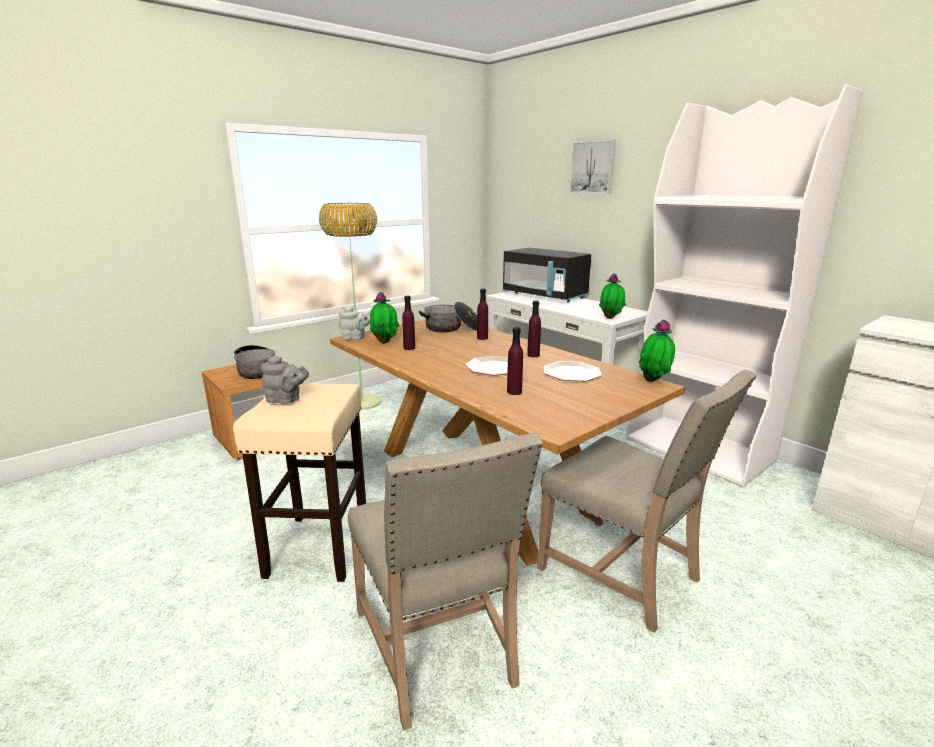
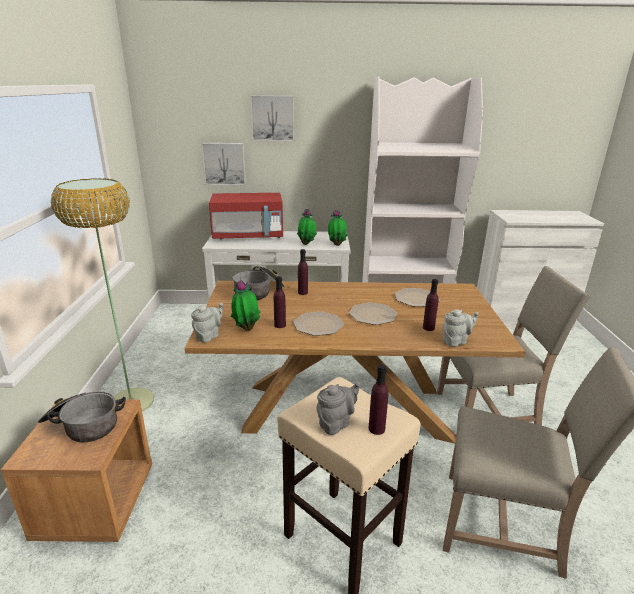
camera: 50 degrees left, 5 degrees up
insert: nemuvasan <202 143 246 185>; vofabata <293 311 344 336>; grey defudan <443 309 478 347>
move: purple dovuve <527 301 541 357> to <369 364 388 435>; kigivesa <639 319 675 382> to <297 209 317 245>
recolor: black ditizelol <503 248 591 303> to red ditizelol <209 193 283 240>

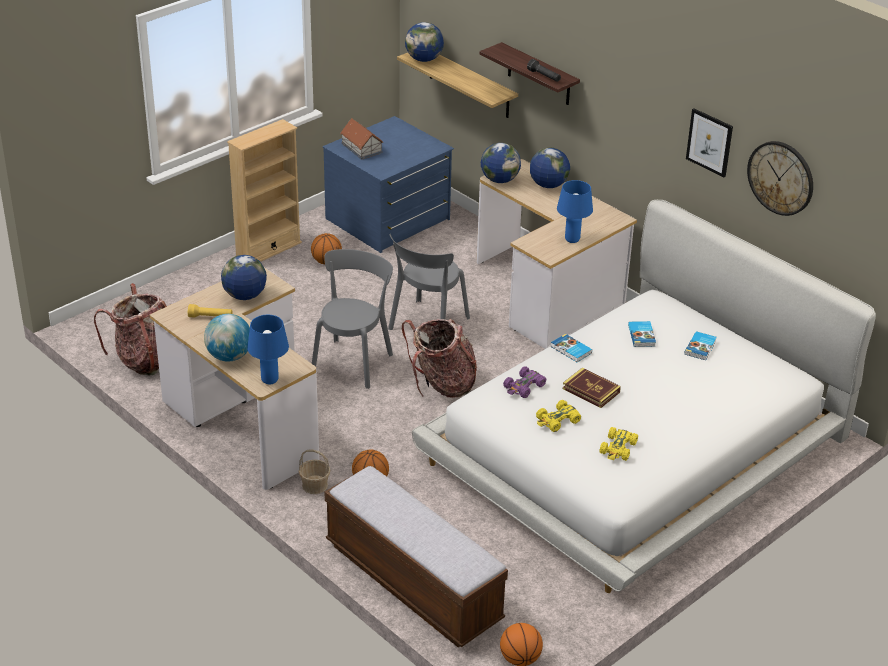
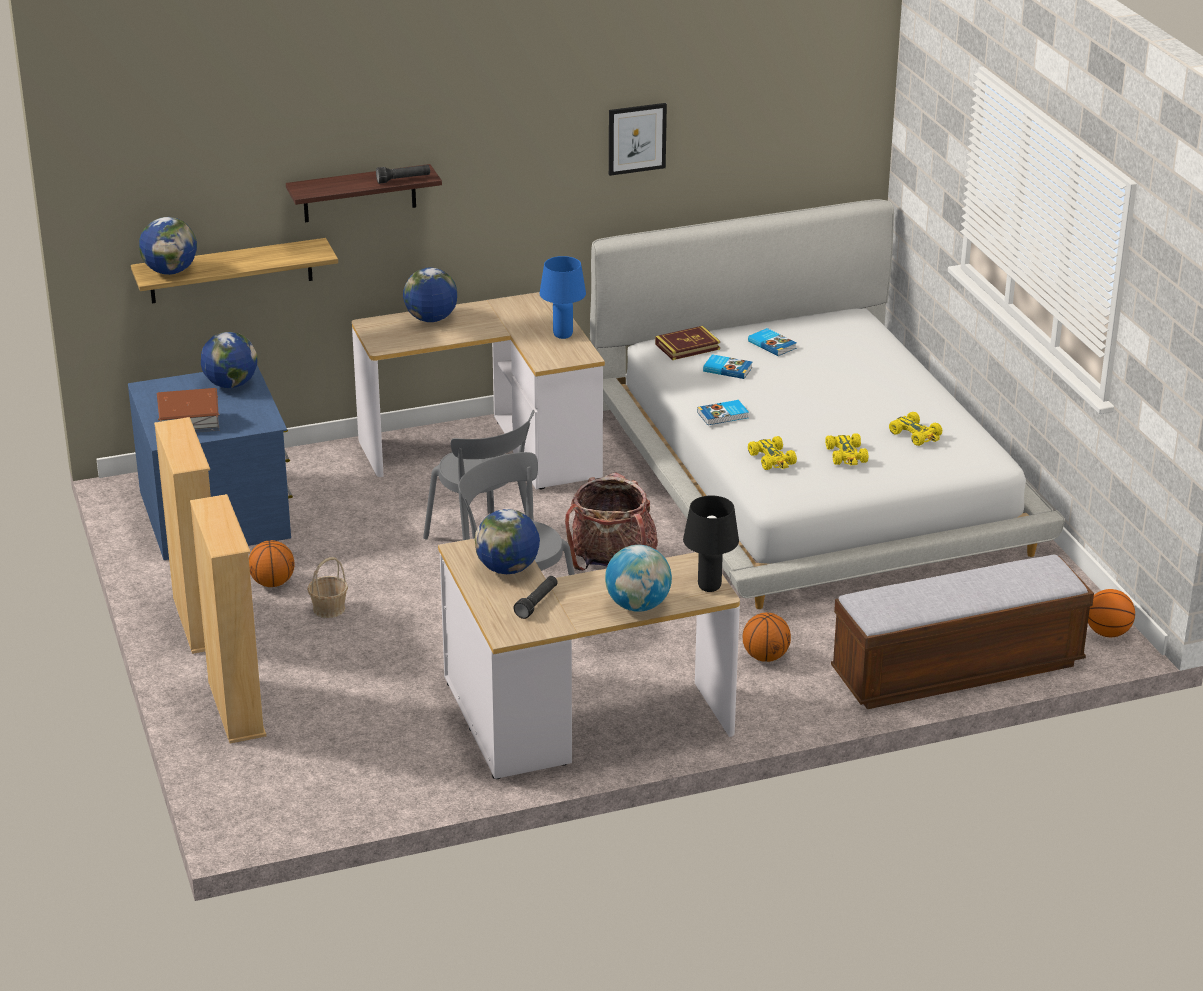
camera: 65 degrees left, 5 degrees down
delete: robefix <94 283 167 375>; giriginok <747 141 813 216>
insert: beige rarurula <190 494 266 743>
move: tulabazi <298 449 330 494> to <307 557 348 618>; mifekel <481 143 521 183> to <201 332 258 388>; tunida <563 367 621 408> to <655 326 720 360>
recolor: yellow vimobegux <188 304 232 317> to black vimobegux <513 576 558 619>; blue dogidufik <247 315 289 384> to black dogidufik <683 495 739 592>; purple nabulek <503 366 546 398> to yellow nabulek <748 436 797 470>

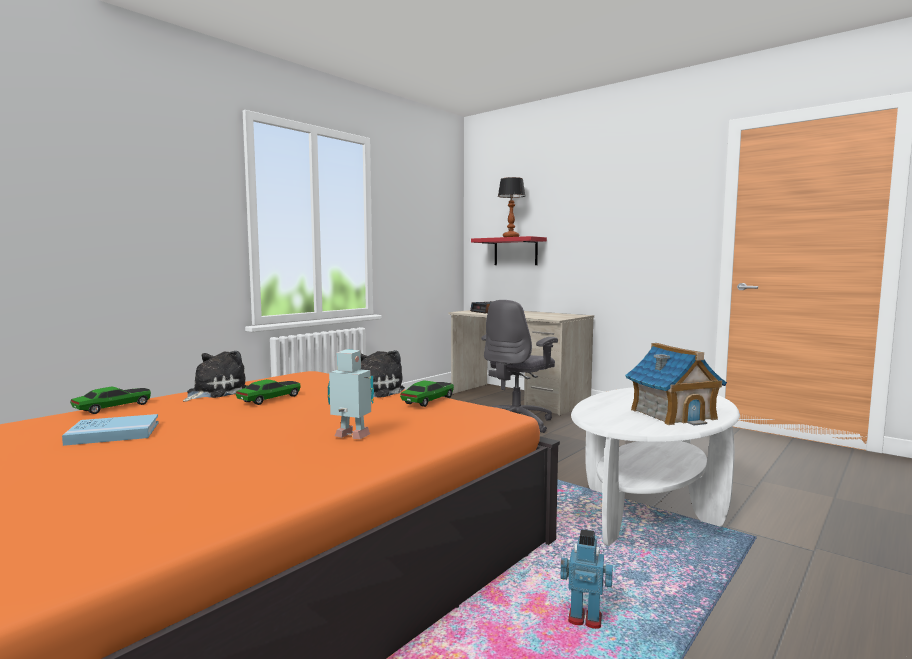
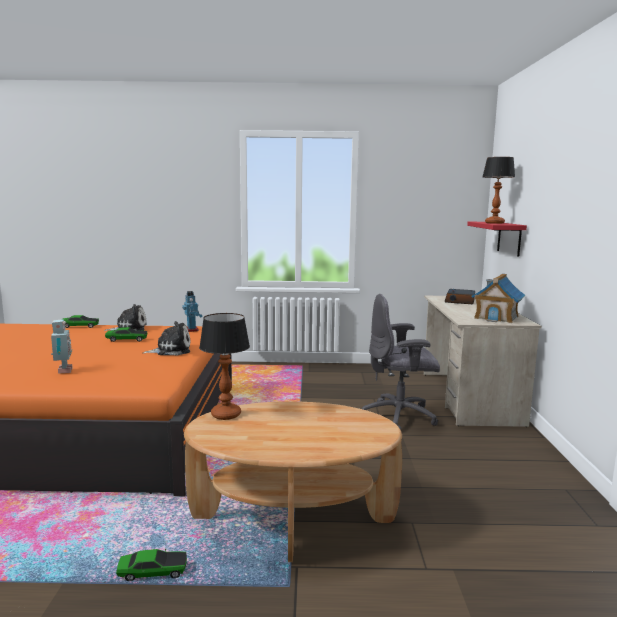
camera: 50 degrees right, 5 degrees up
delete: blue tunida <62 414 159 446>
insert: dogidufik <199 313 250 420>
move: nabulek <400 380 454 407> to <116 549 187 581>; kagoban <560 529 613 629> to <182 291 203 332>; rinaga <625 343 727 425> to <471 274 525 323>
recolor: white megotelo <571 387 740 546> to brown megotelo <184 401 402 562>

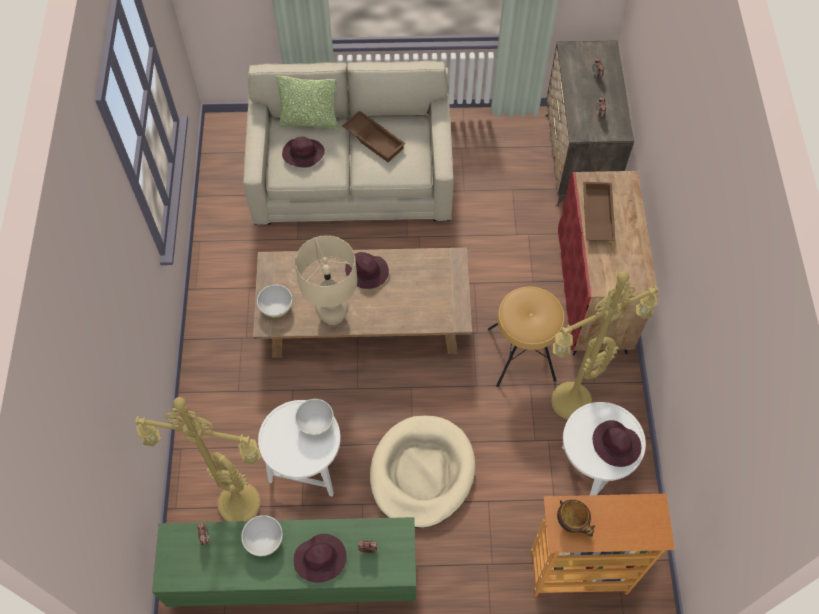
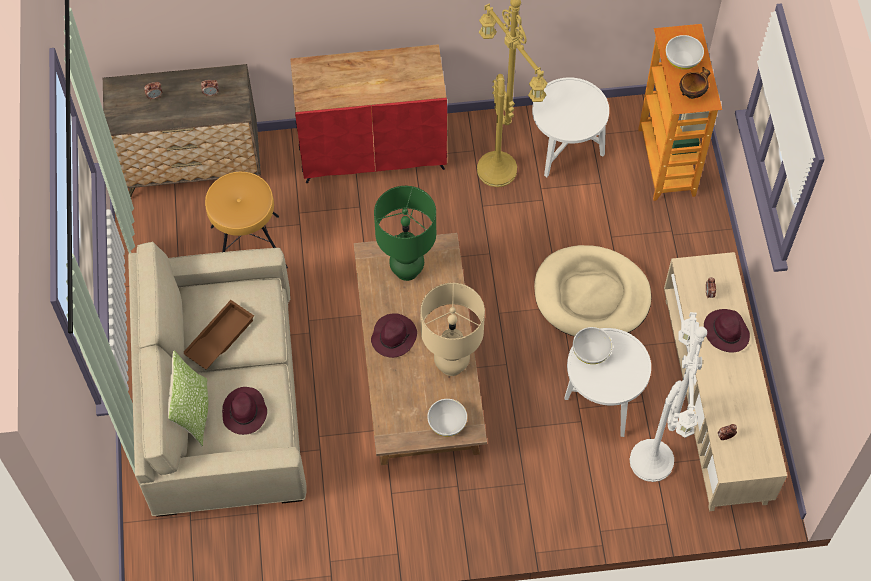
camera: 95 degrees left, 0 degrees up
delete: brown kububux <583 182 615 241>; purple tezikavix <593 420 641 467>
insert: green dogidufik <374 186 436 281>
move: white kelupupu <241 515 283 556> to <666 35 704 70>; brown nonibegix <488 287 564 387> to <205 172 288 268>
recolor: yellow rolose <135 397 261 522> to white rolose <629 312 707 482>; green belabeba <152 517 416 608> to beige belabeba <664 252 787 511>

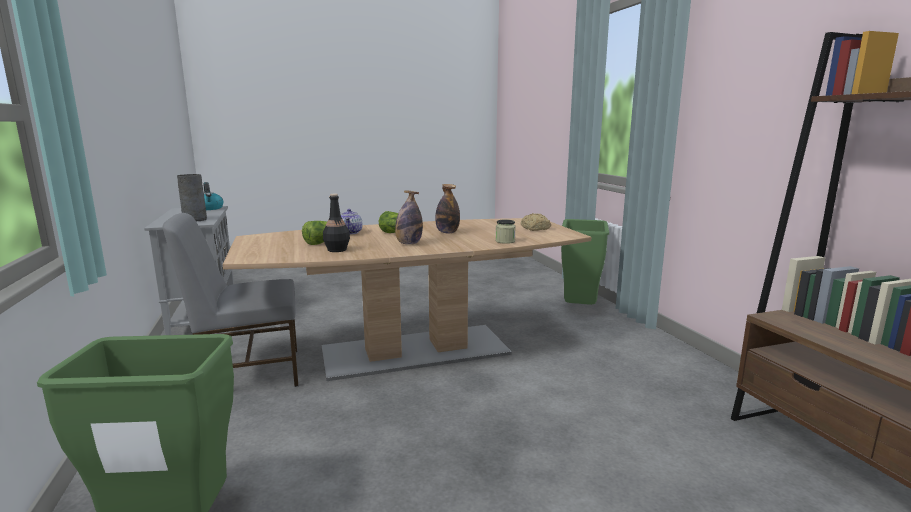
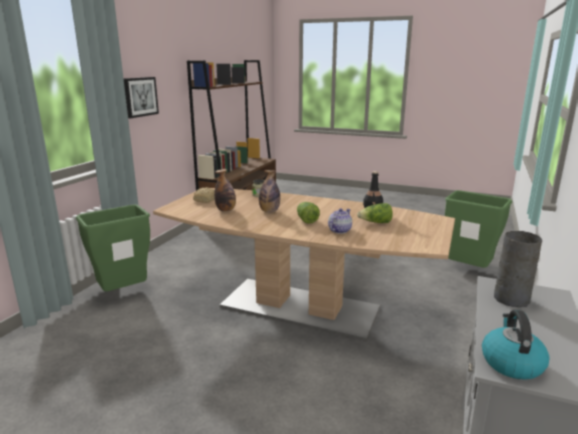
camera: 140 degrees left, 5 degrees up
delete: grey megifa <162 213 298 387>
insert: nemuvasan <124 77 159 118>
move: dovuve <395 190 423 245> to <214 169 236 211>

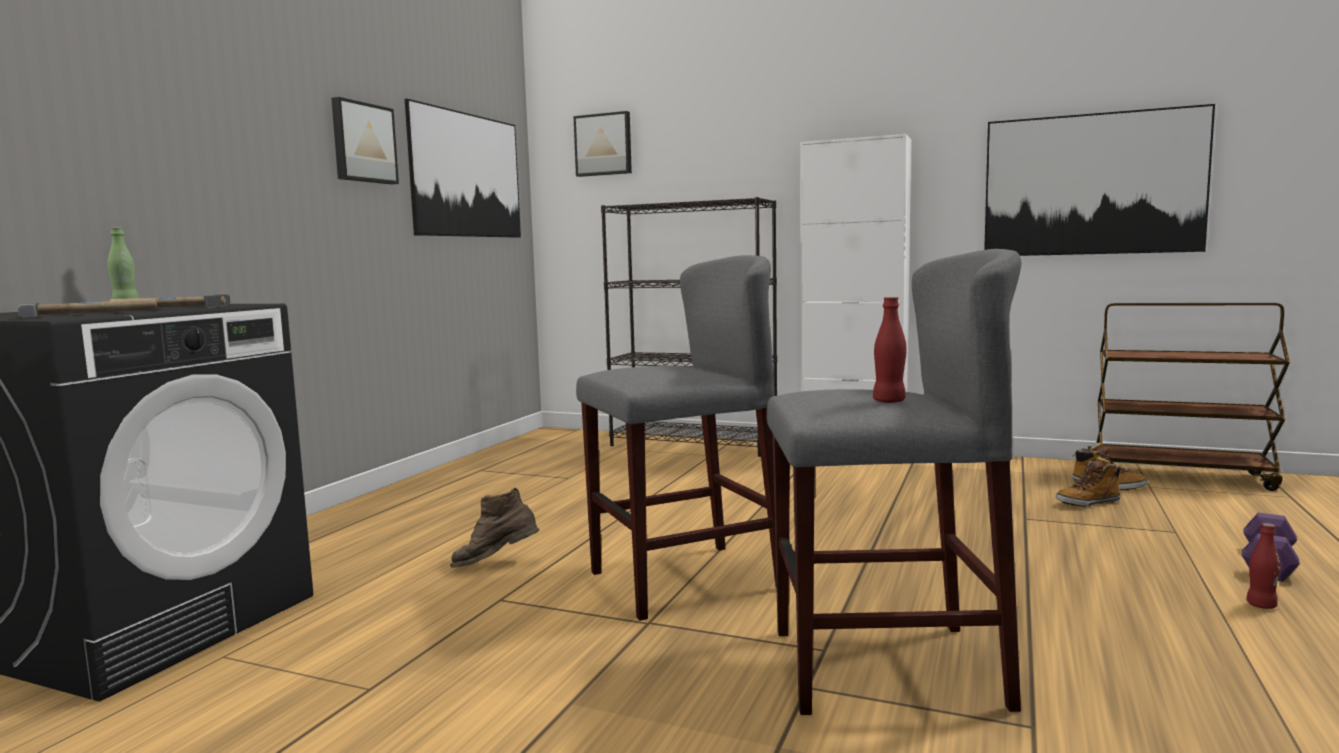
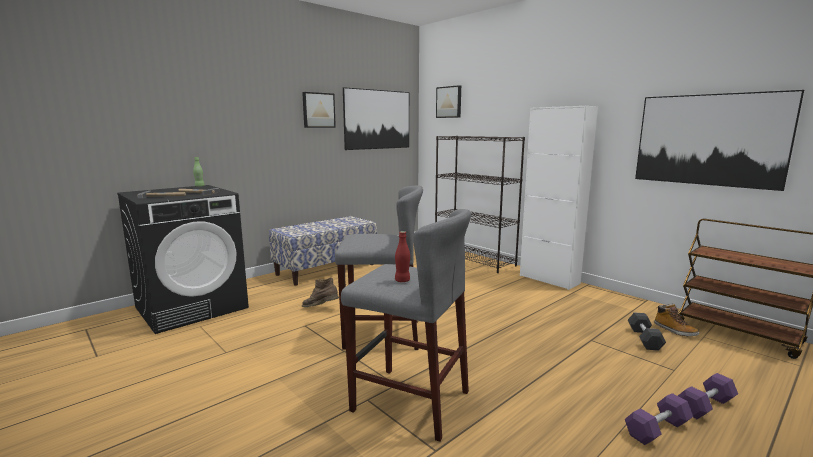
camera: 25 degrees right, 5 degrees up
insert: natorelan <269 216 377 286>
replace: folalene <1056 456 1121 507> to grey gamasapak <628 312 666 351>; red dovuve <1246 523 1280 609> to purple gamasapak <625 393 693 445>

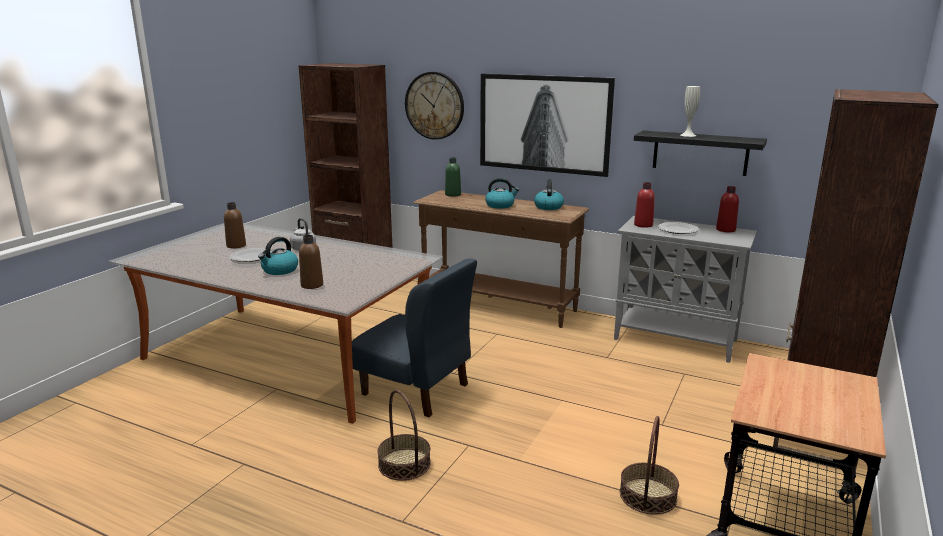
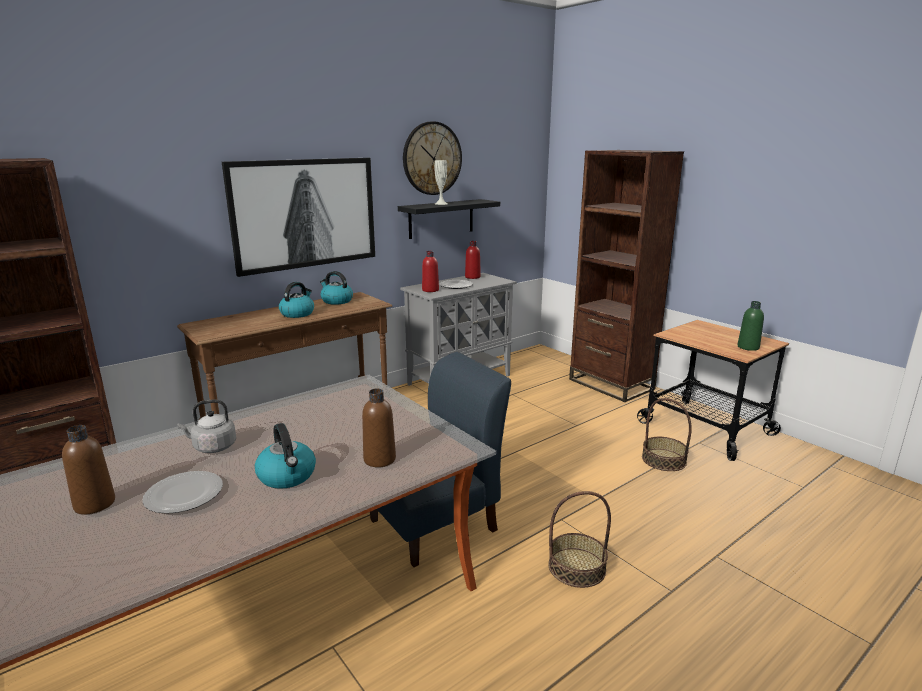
camera: 65 degrees left, 0 degrees up
move: giriginok <405 72 464 140> to <403 121 462 195>; green dovuve <445 157 461 197> to <737 301 764 351>

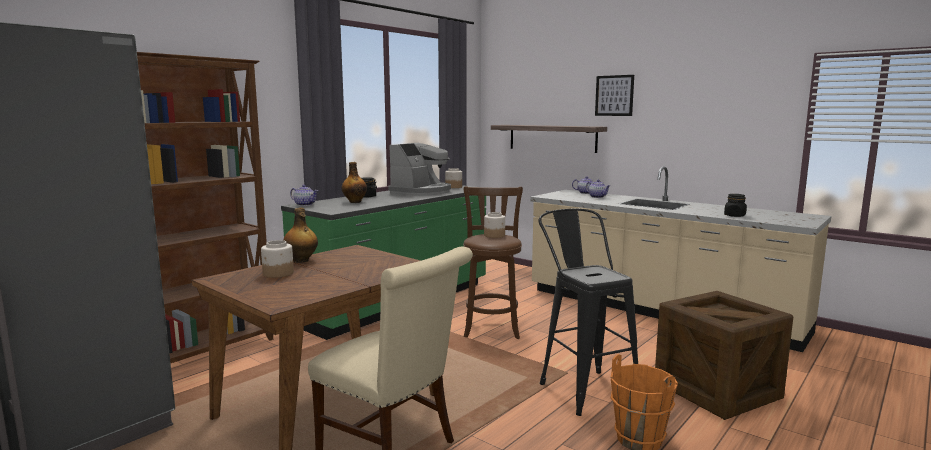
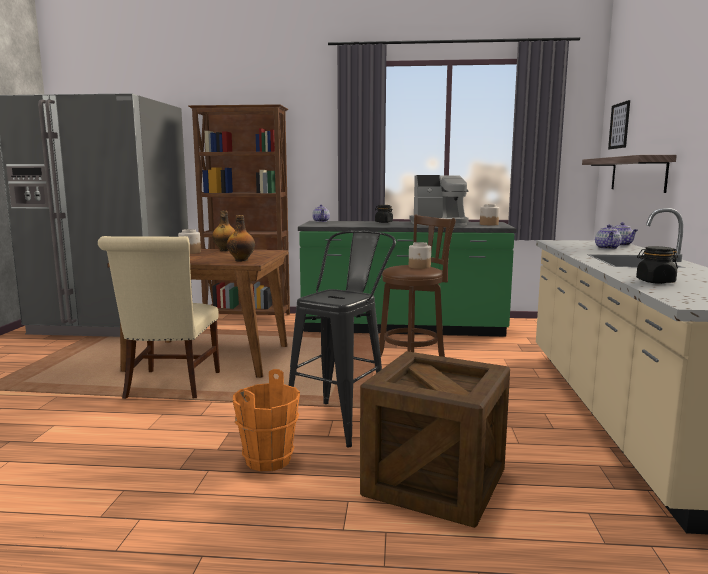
camera: 55 degrees right, 0 degrees up
move: dovuve <342 162 367 203> to <227 215 255 261>; nemuvasan <595 75 634 116> to <608 100 630 149>

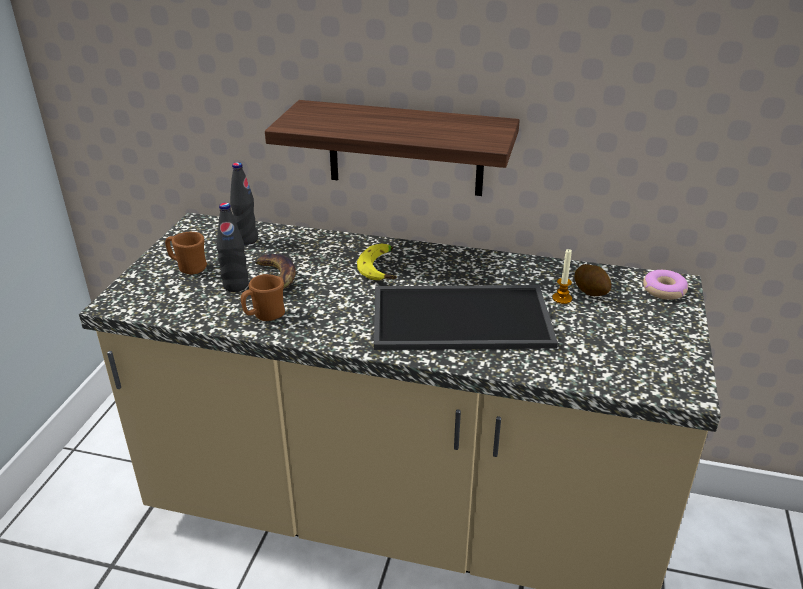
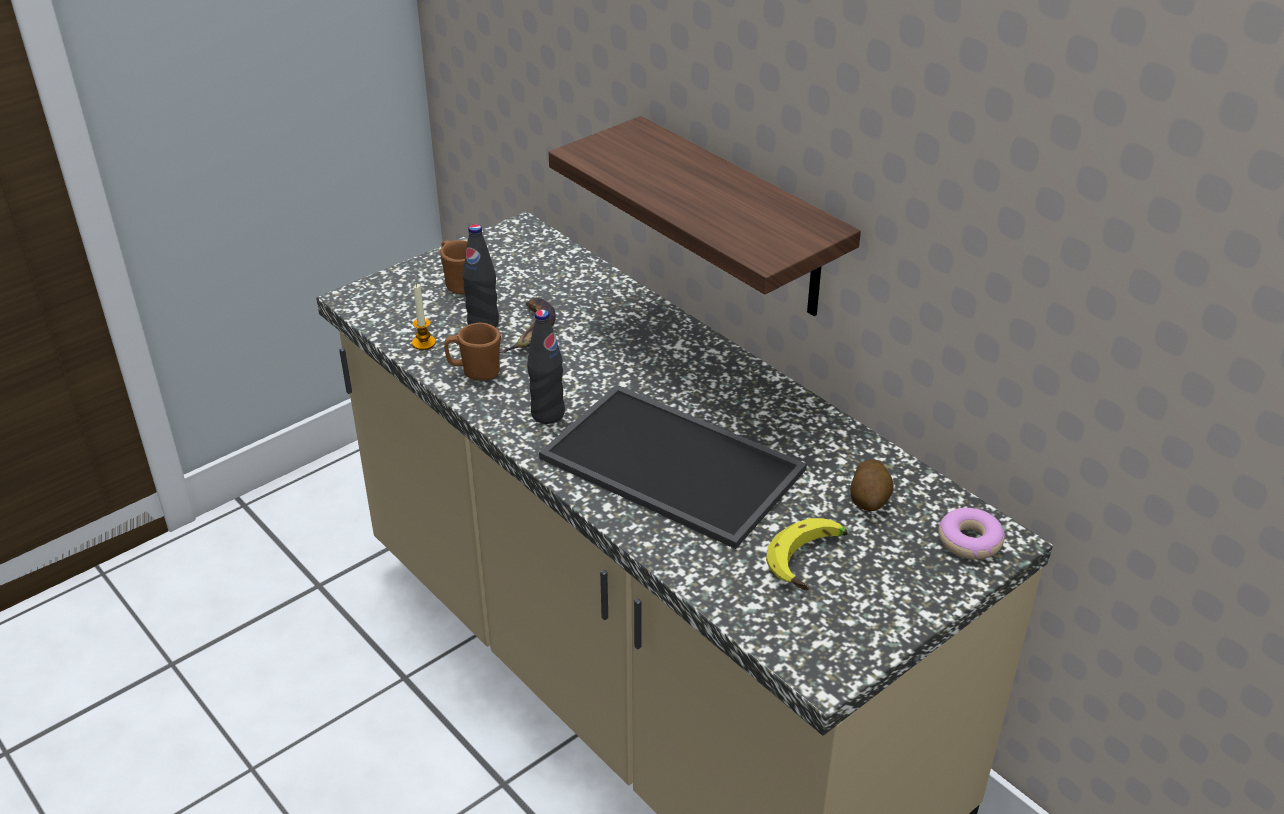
camera: 35 degrees right, 5 degrees up
move: black dovuve <230 162 258 245> to <527 309 565 424>; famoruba <357 244 397 280> to <766 518 848 590>; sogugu <552 249 572 304> to <412 284 436 350>

